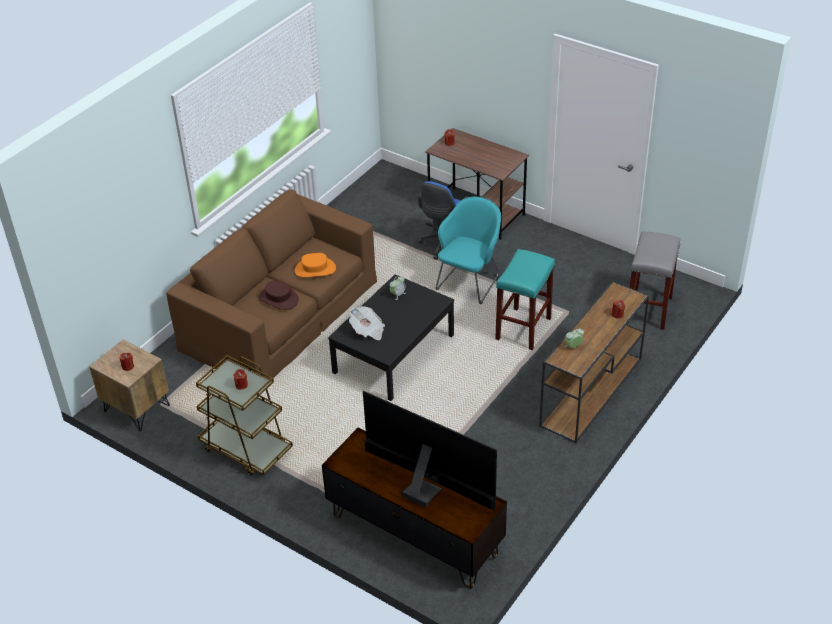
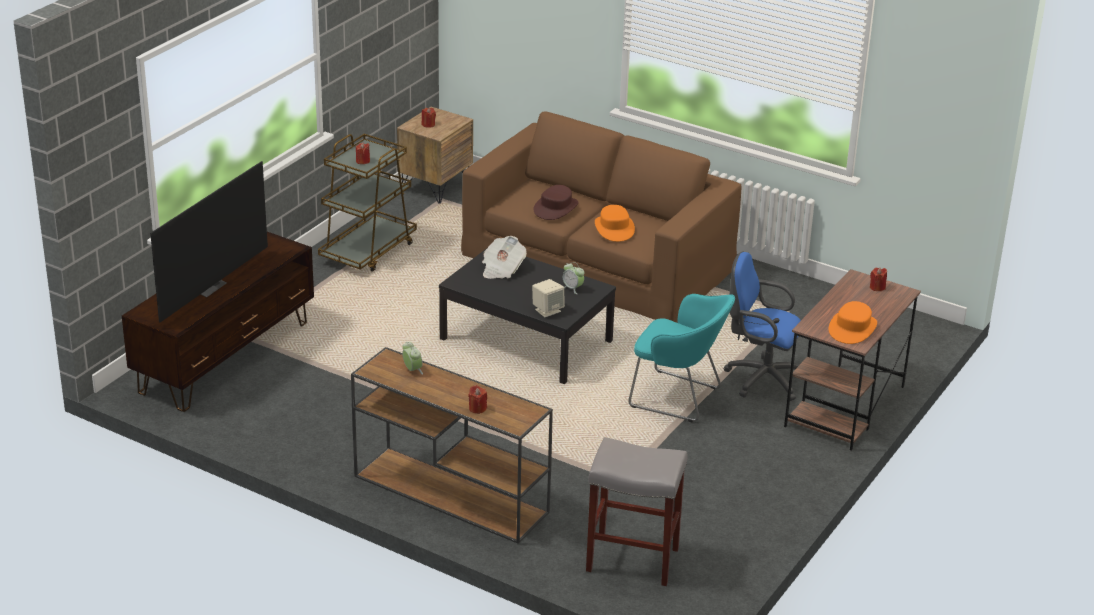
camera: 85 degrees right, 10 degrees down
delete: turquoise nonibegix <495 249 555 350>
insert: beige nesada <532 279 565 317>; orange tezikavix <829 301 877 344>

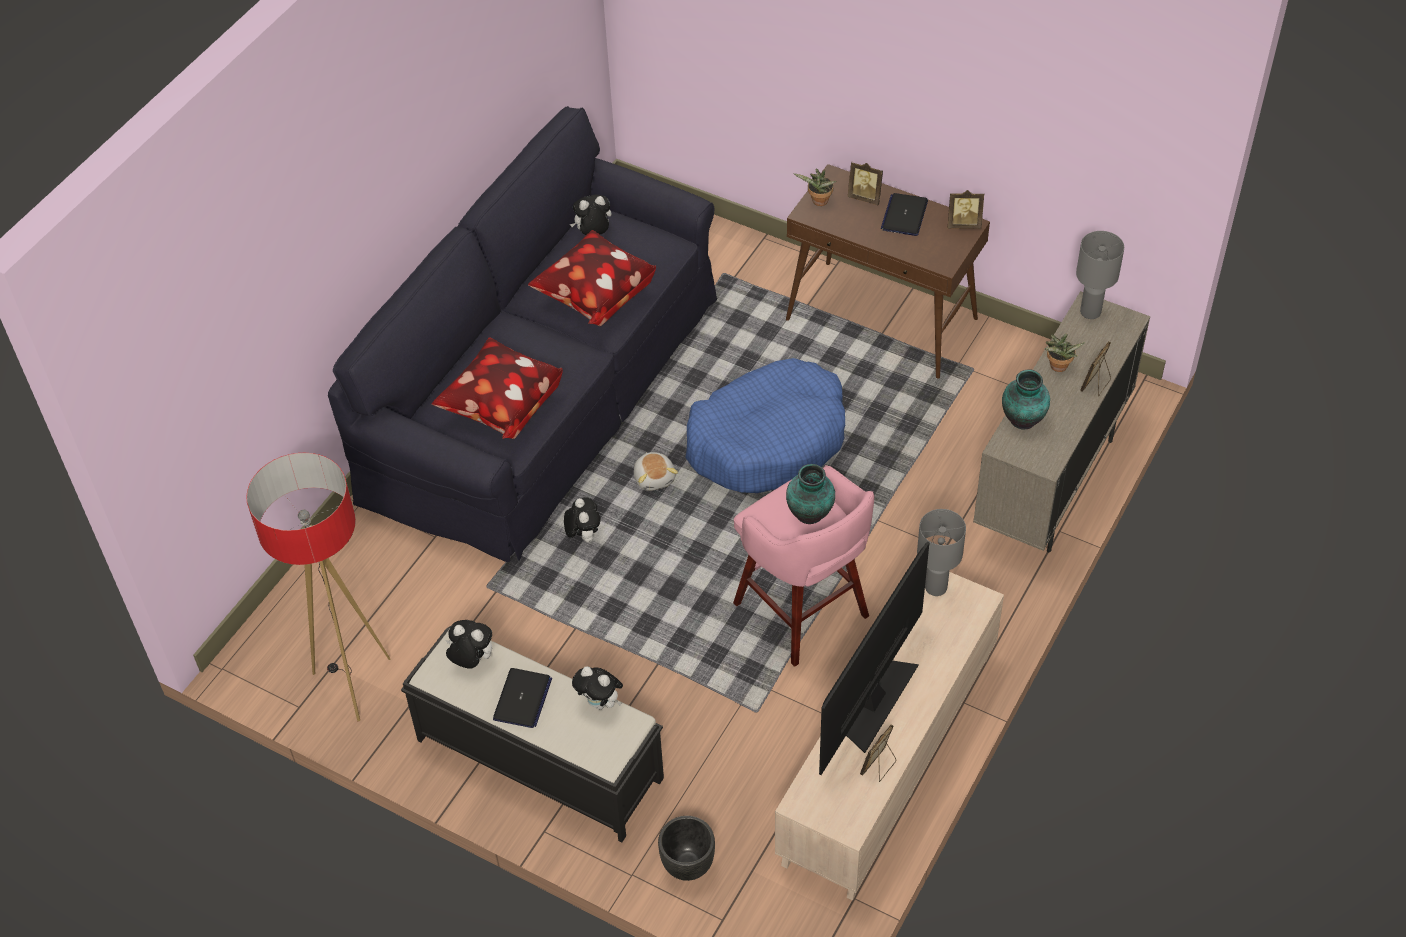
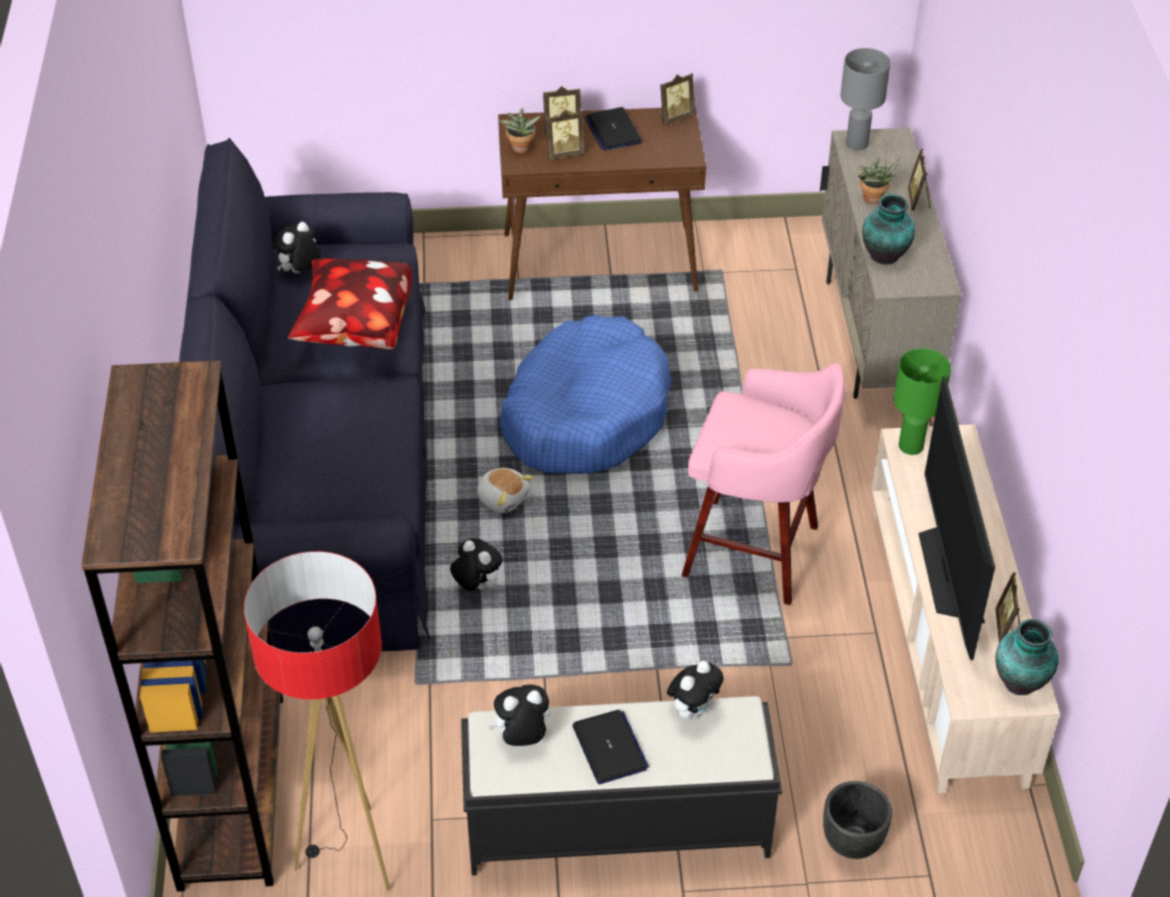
camera: 35 degrees left, 5 degrees down
delete: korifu <432 337 563 439>
insert: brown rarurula <81 360 283 892>; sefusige <546 110 585 160>
move: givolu <786 464 835 524> to <995 619 1059 695>
recolor: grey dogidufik <917 509 966 596> to green dogidufik <893 348 951 455>
rotate: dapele <572 666 623 710> = <667 661 724 719> 45 degrees counterclockwise

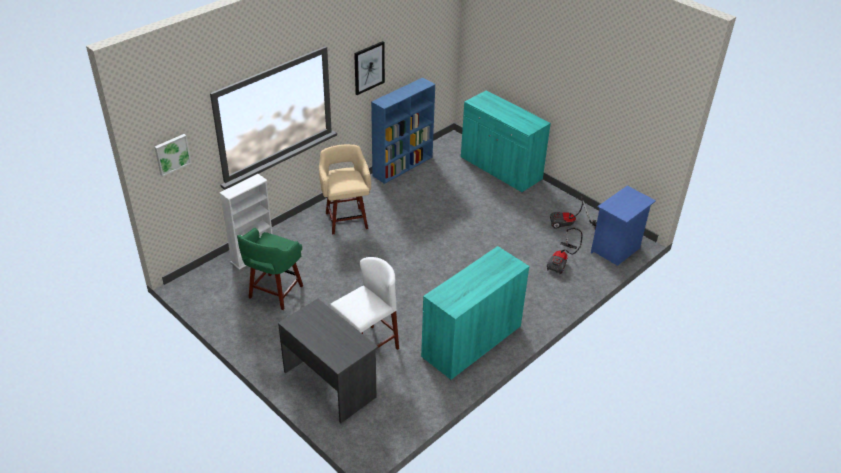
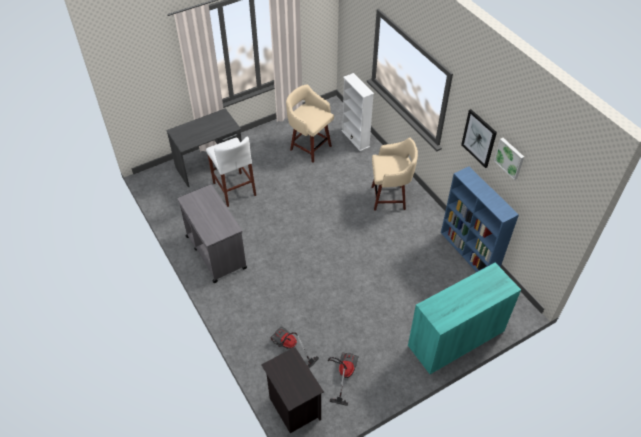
camera: 105 degrees right, 10 degrees up
move: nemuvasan <154 134 191 176> to <494 138 524 180>
replace: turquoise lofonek <421 246 530 380> to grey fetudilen <177 184 247 283>
recolor: green nonibegix <237 228 303 310> to beige nonibegix <286 85 334 163>; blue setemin <591 186 656 266> to black setemin <261 347 324 433>

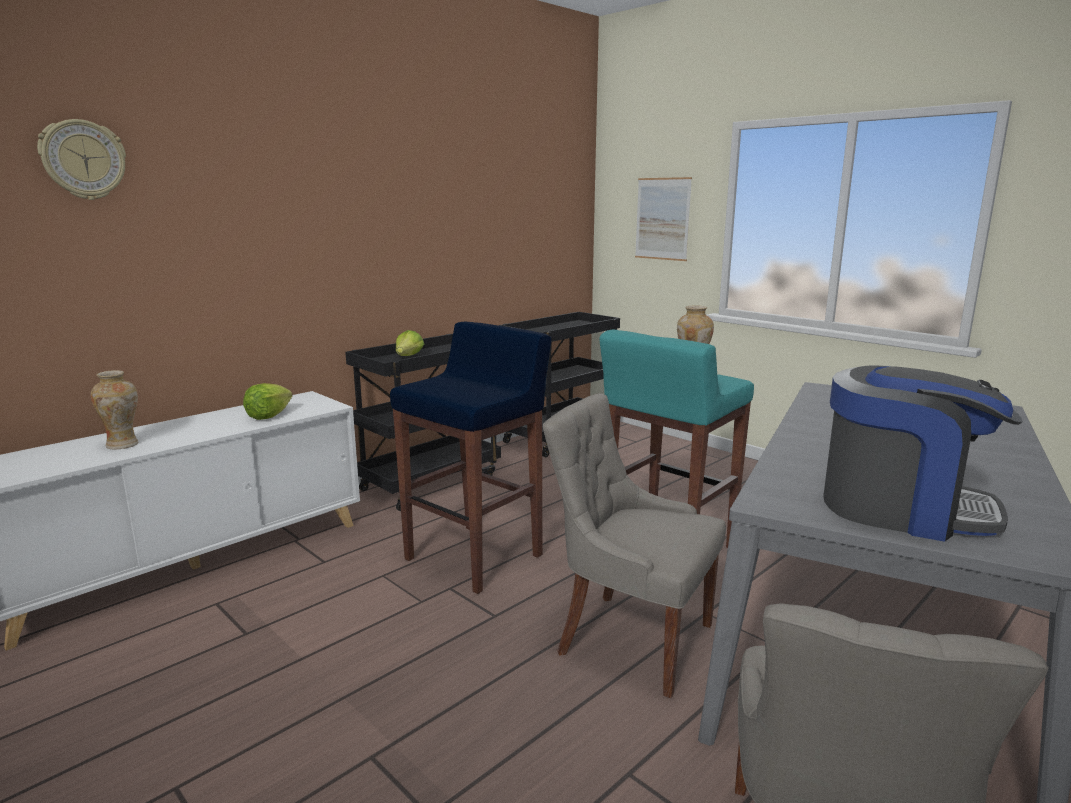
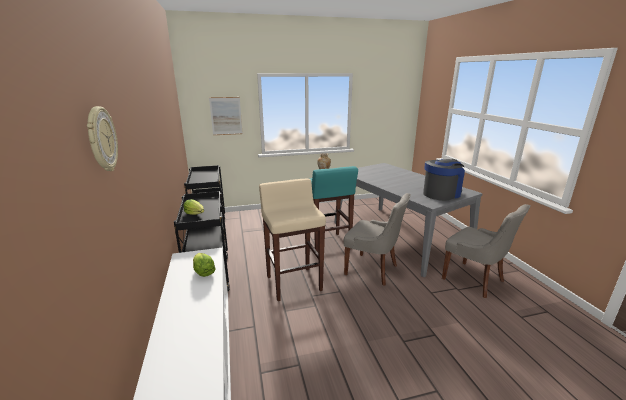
camera: 60 degrees left, 5 degrees up
delete: givolu <91 370 138 449>
recolor: blue nonibegix <390 322 552 594> to beige nonibegix <259 178 326 301>
rotate: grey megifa <543 393 726 698> = <344 193 411 286> 120 degrees counterclockwise

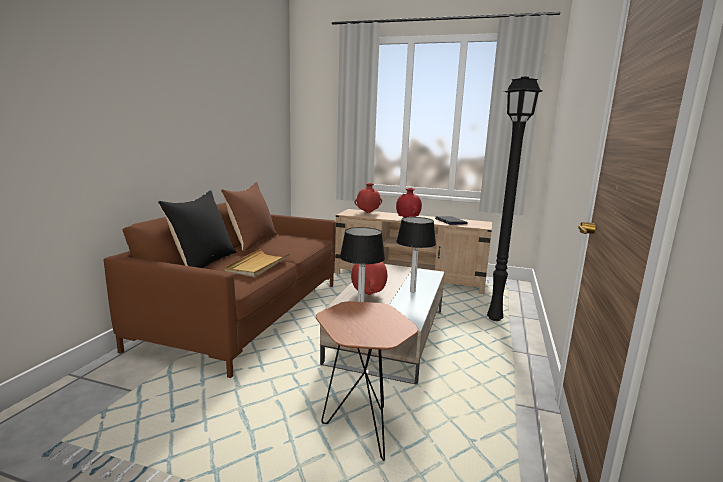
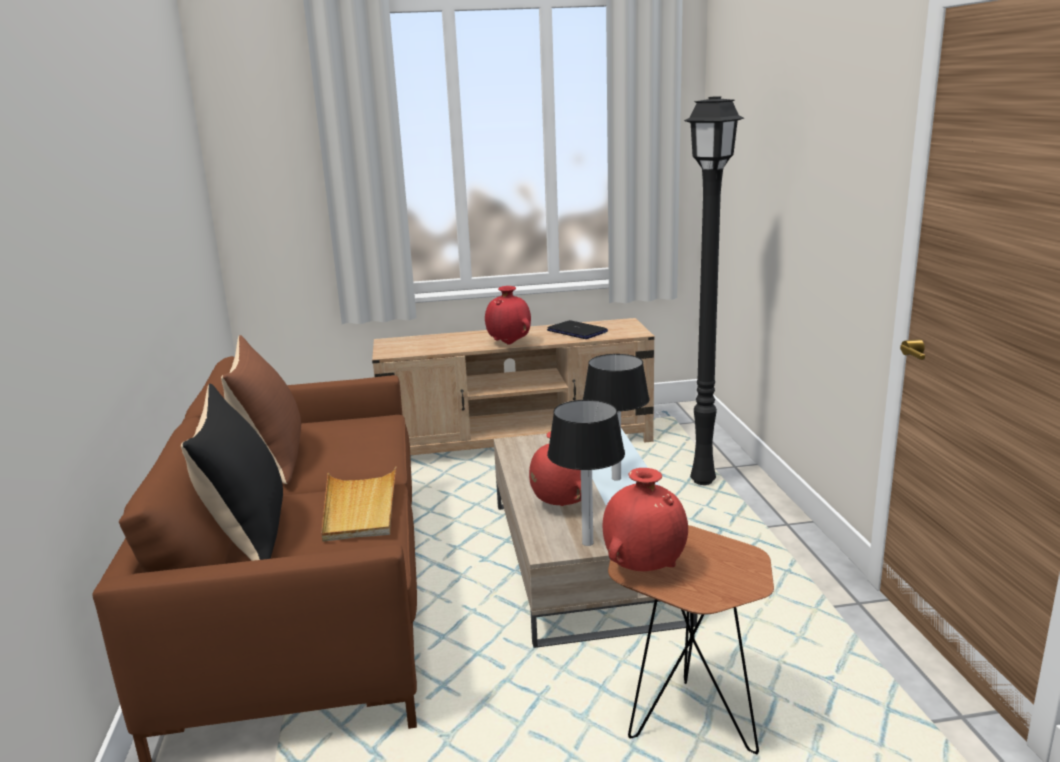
camera: 25 degrees left, 5 degrees up
move: red givolu <355 183 382 213> to <603 468 688 571>

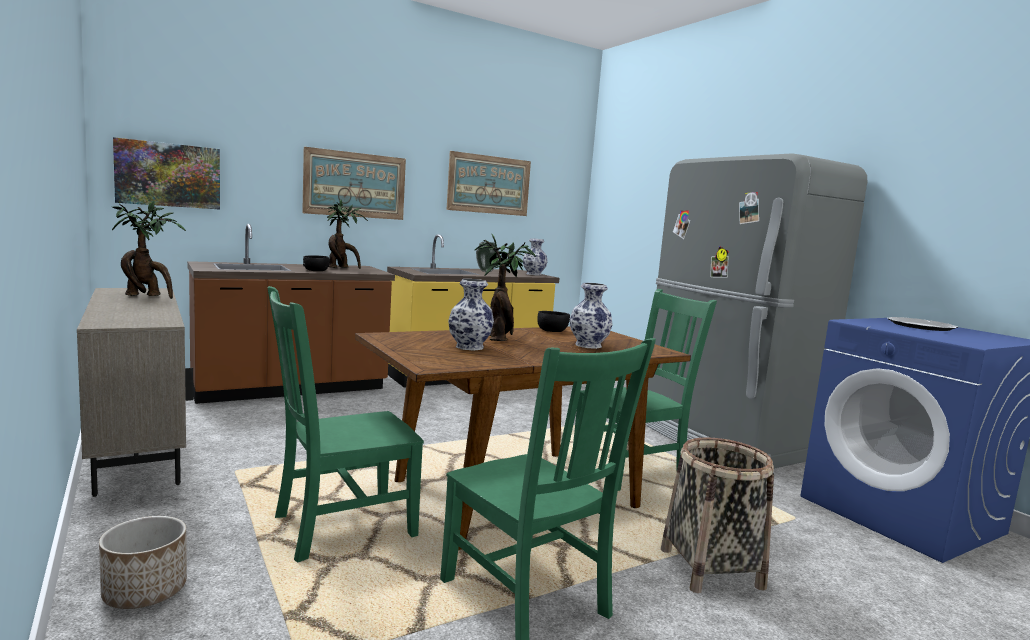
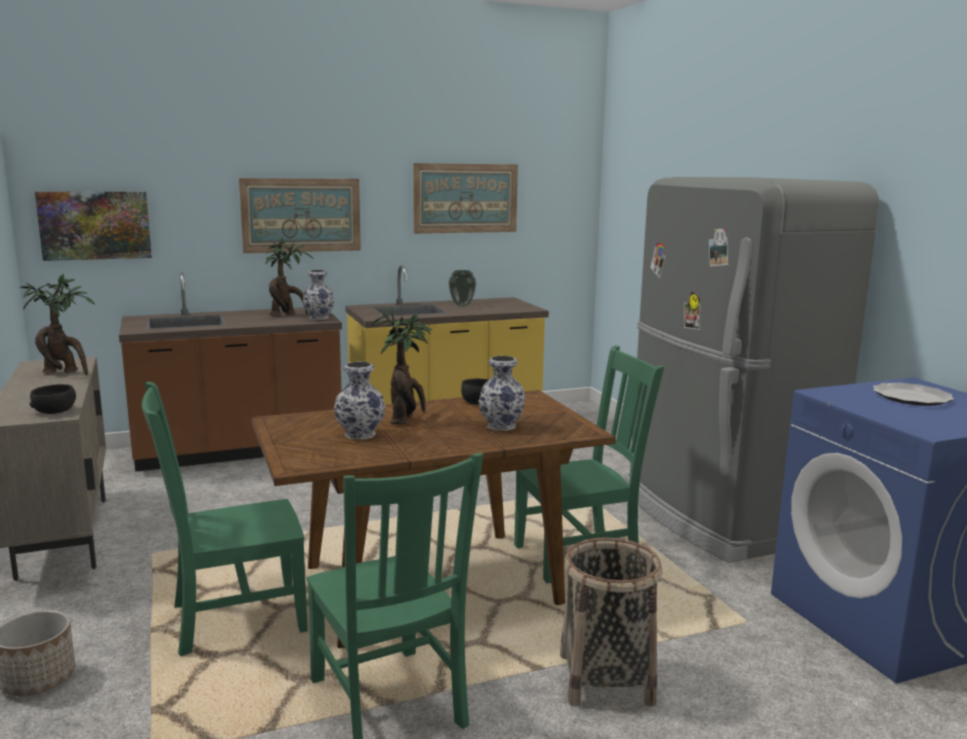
camera: 10 degrees right, 5 degrees up
move: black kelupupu <303 255 330 271> to <29 384 76 414>; givolu <523 238 548 276> to <303 270 334 320>

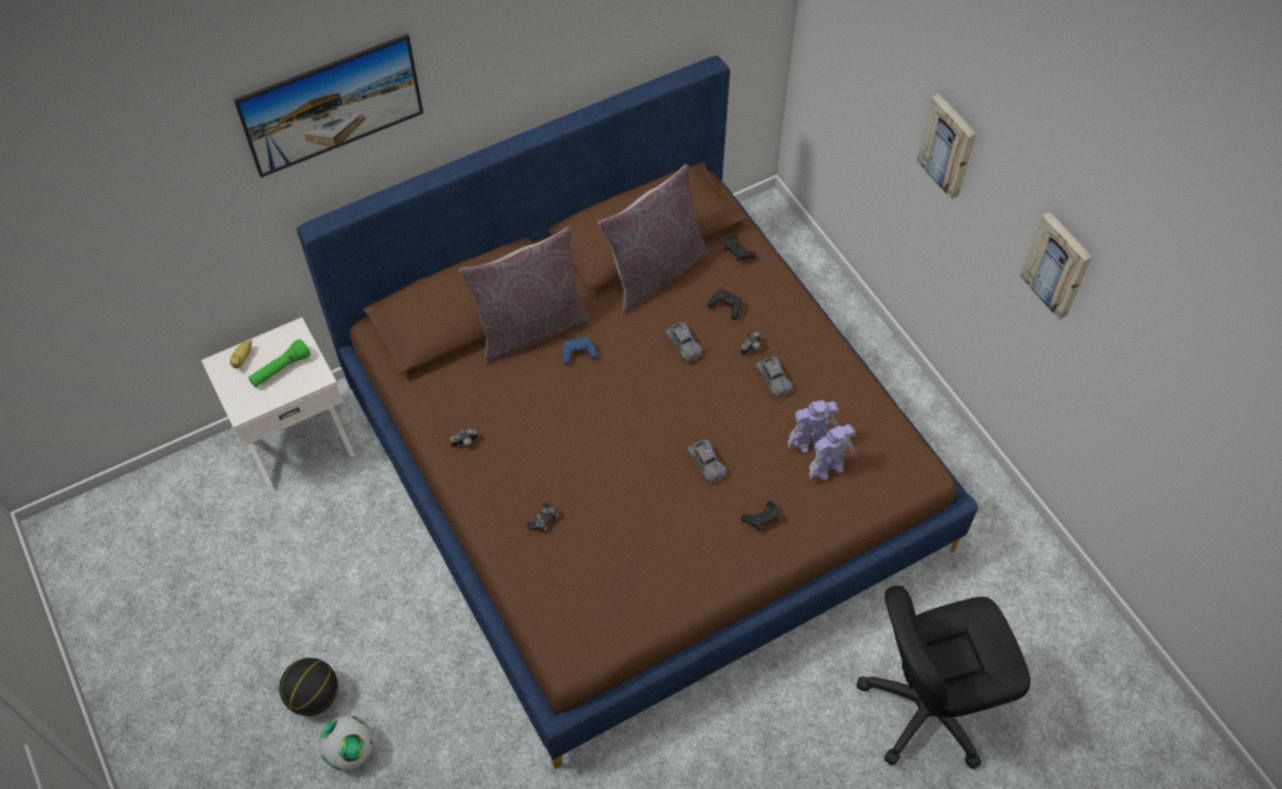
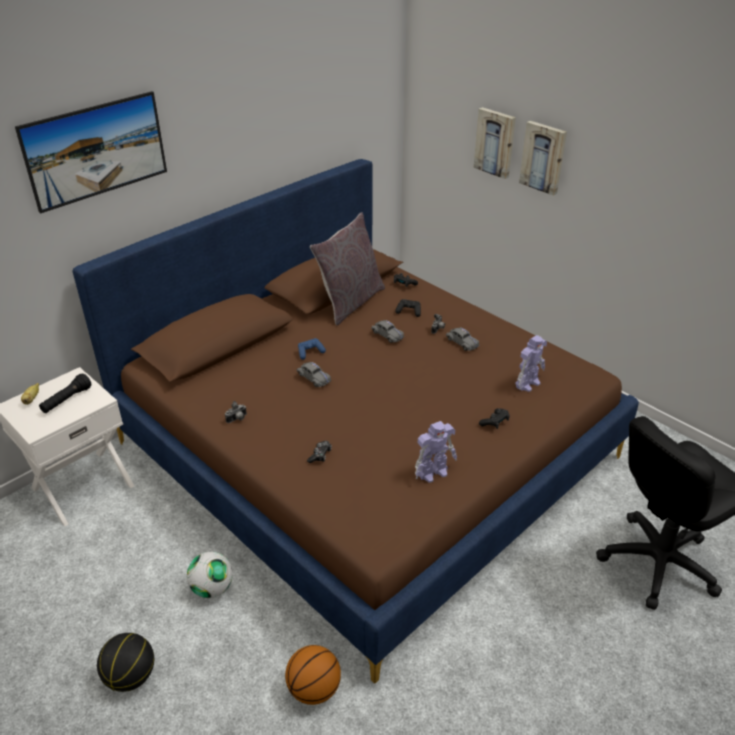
camera: 15 degrees left, 20 degrees down
delete: grey korifu <459 227 591 364>
insert: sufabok <285 645 341 705>
move: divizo <319 716 373 771> to <187 551 233 598>; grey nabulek <687 439 727 483> to <297 362 331 387>; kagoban <788 400 839 453> to <415 421 457 483>; nemuvasan <1020 212 1092 320> to <474 107 516 179>
recolor: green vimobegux <248 339 311 387> to black vimobegux <39 373 91 413>

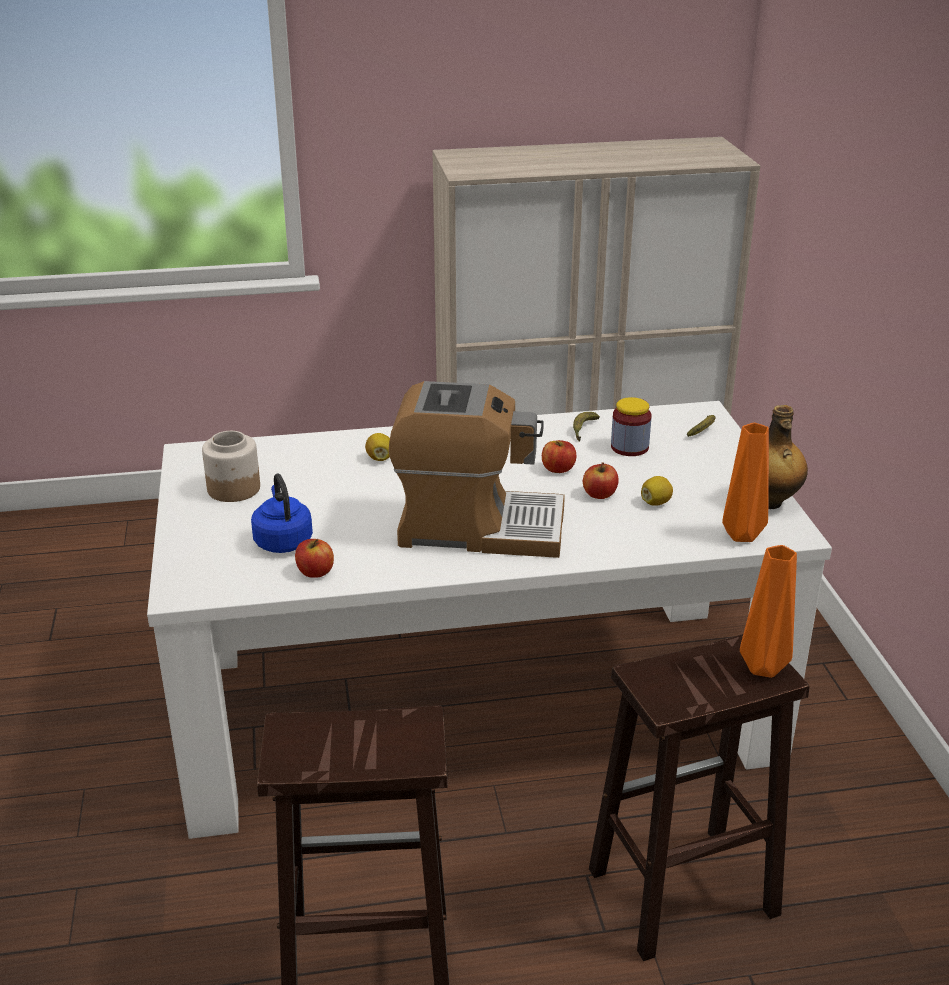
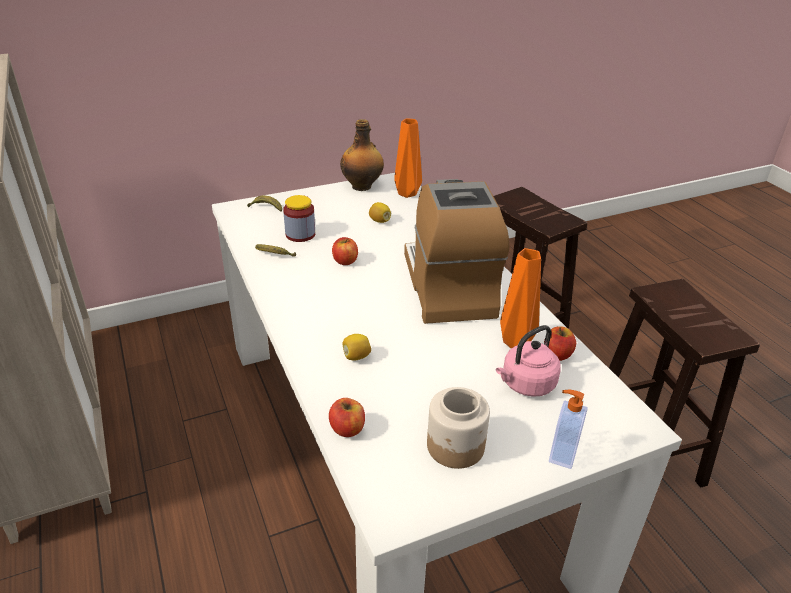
camera: 105 degrees left, 5 degrees up
insert: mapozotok <549 390 588 469>
move: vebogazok <583 462 619 499> to <329 398 365 437>; orange givolu <740 545 797 678> to <500 248 541 348>
recolor: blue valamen <251 474 313 553> to pink valamen <496 325 561 397>

